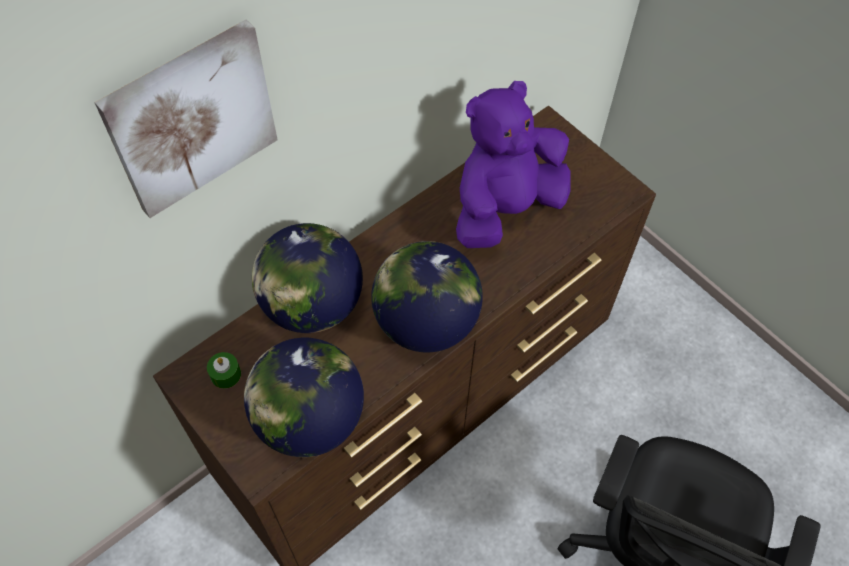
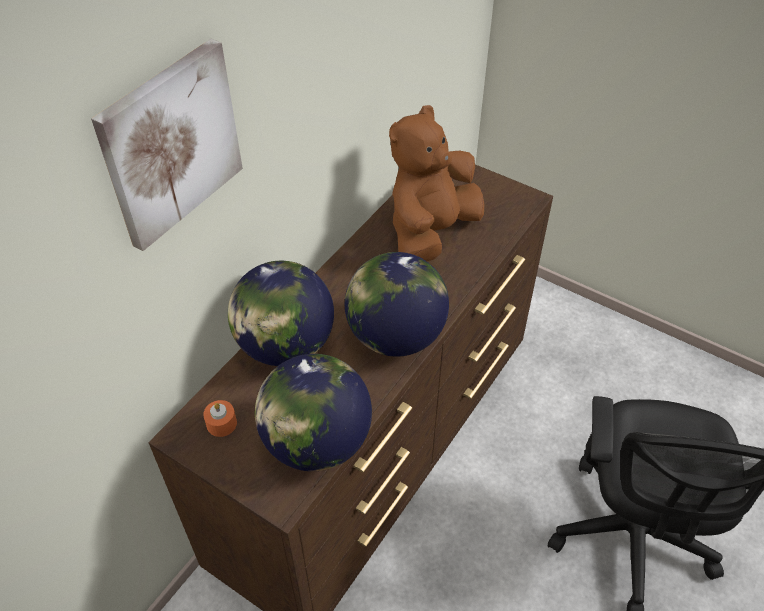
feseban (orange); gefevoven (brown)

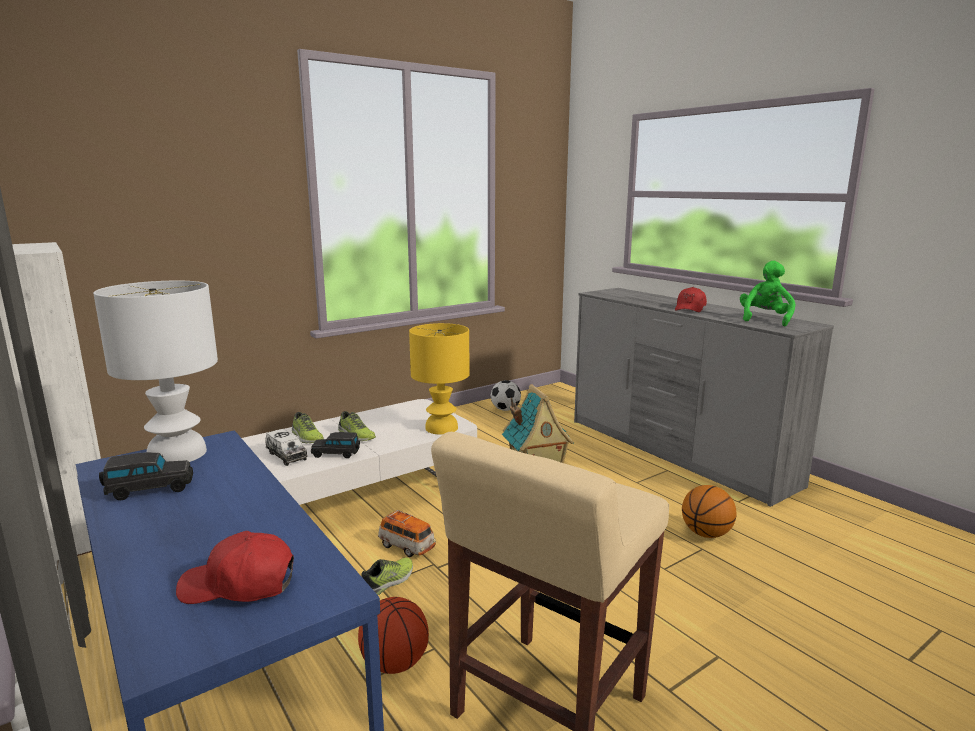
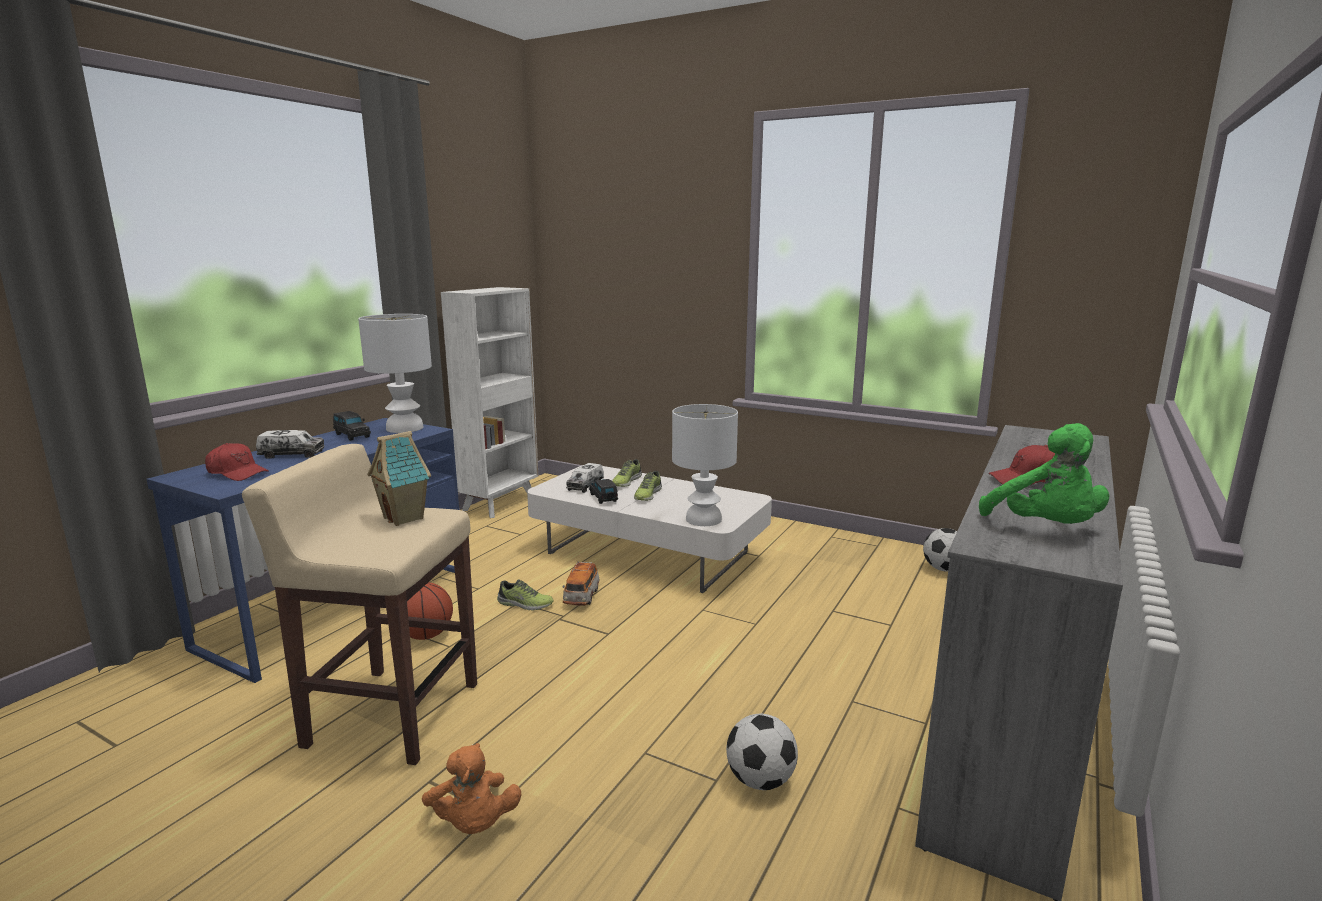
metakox (1st from left); gefevoven (orange); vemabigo (1st from left); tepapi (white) (2nd from left); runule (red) (1st from left); gefevoven (green)

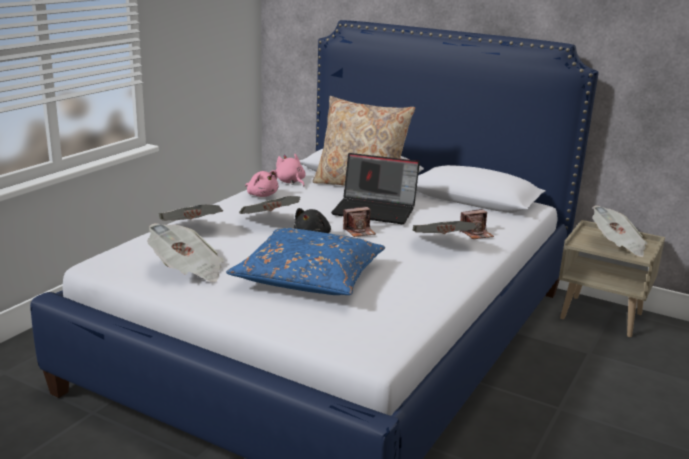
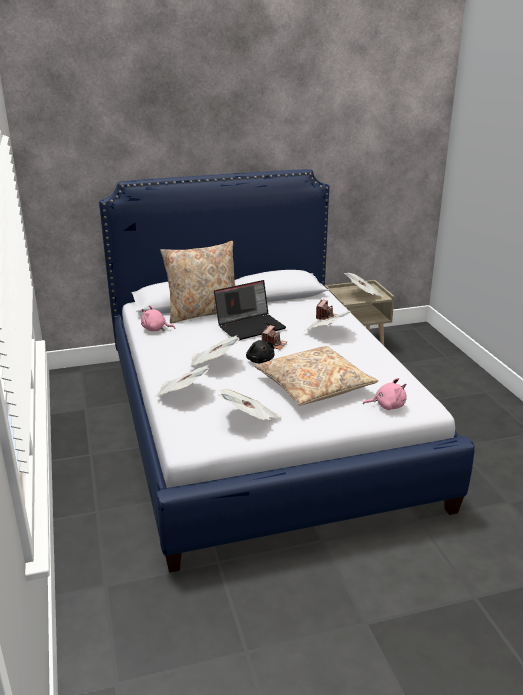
gefevoven (pink) (2nd from left); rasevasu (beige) (2nd from left)

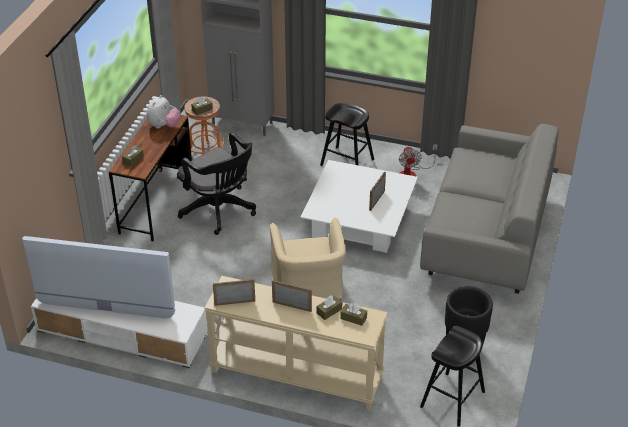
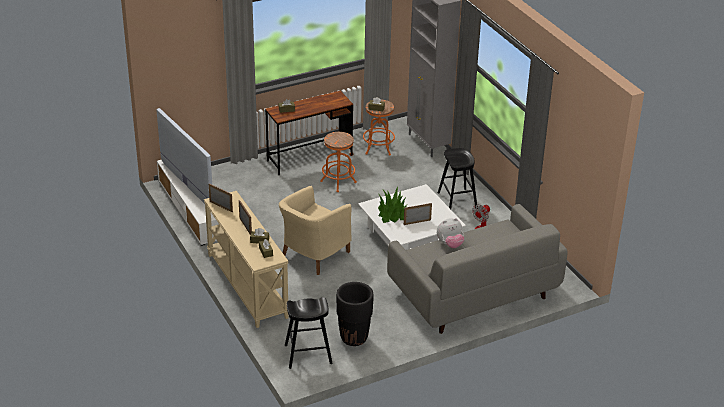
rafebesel; gefevoven; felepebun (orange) (1st from left)

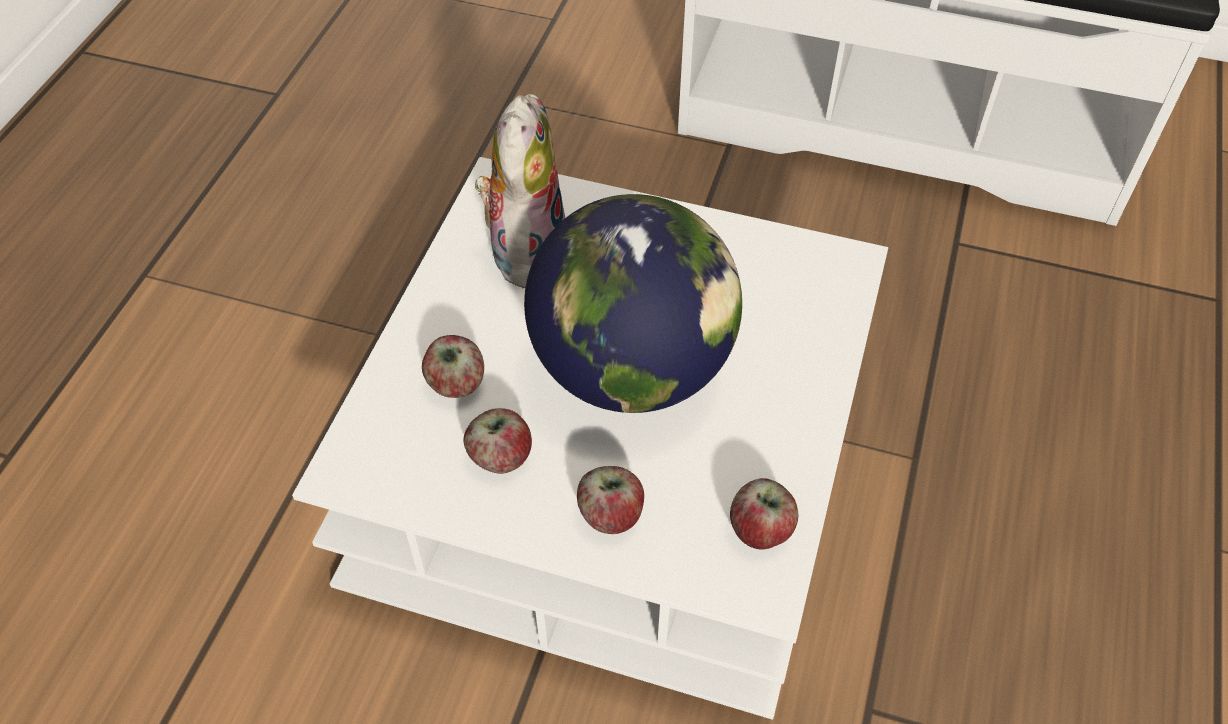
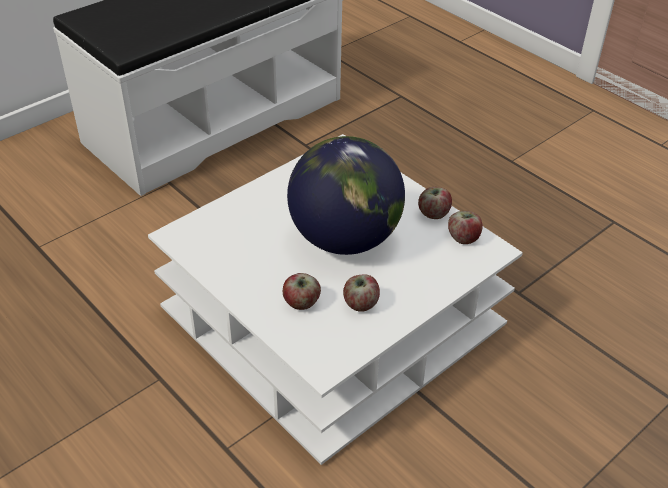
gefevoven; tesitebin (3rd from left)

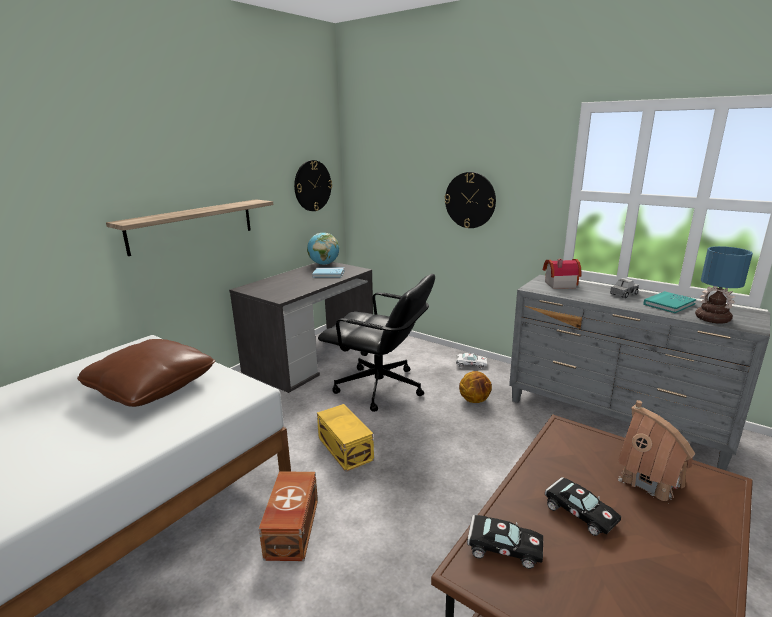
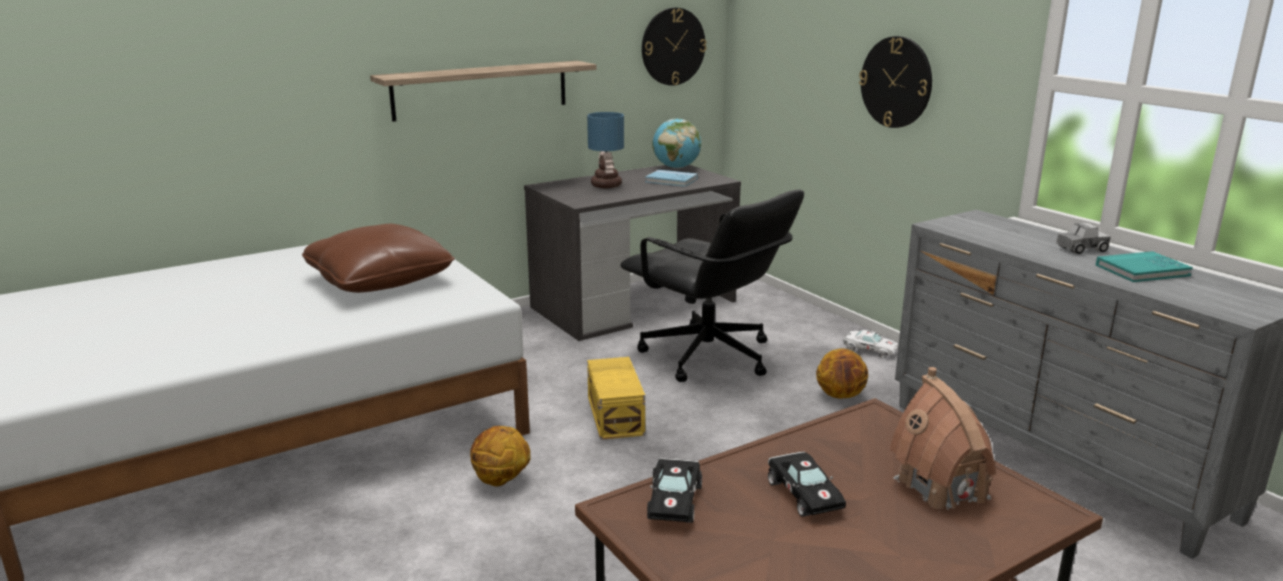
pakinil (1st from left in the first image); tepapi; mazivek (1st from left); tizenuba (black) (1st from left)

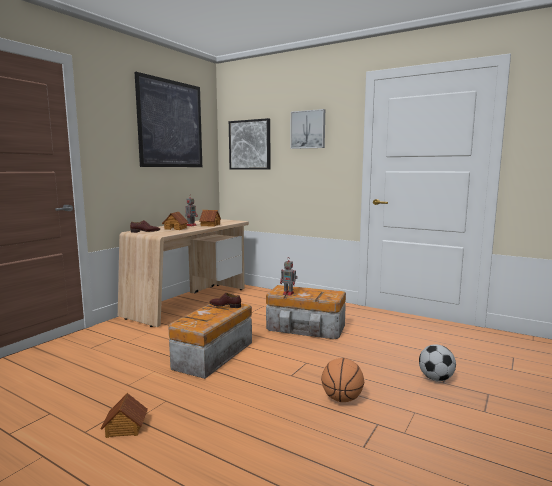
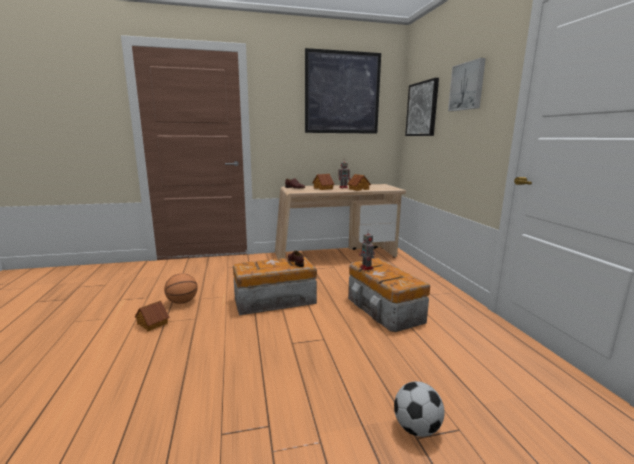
mazivek

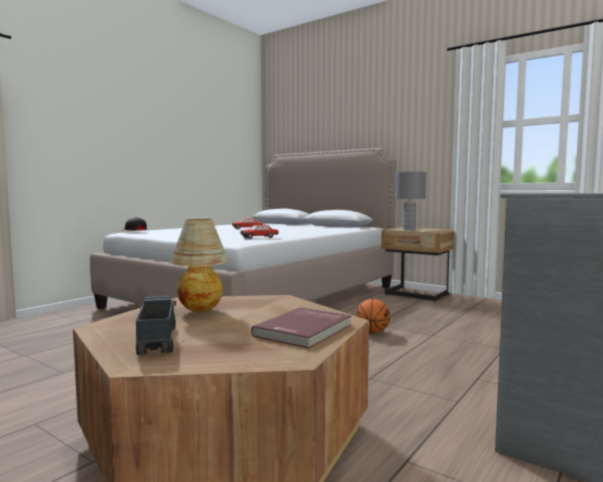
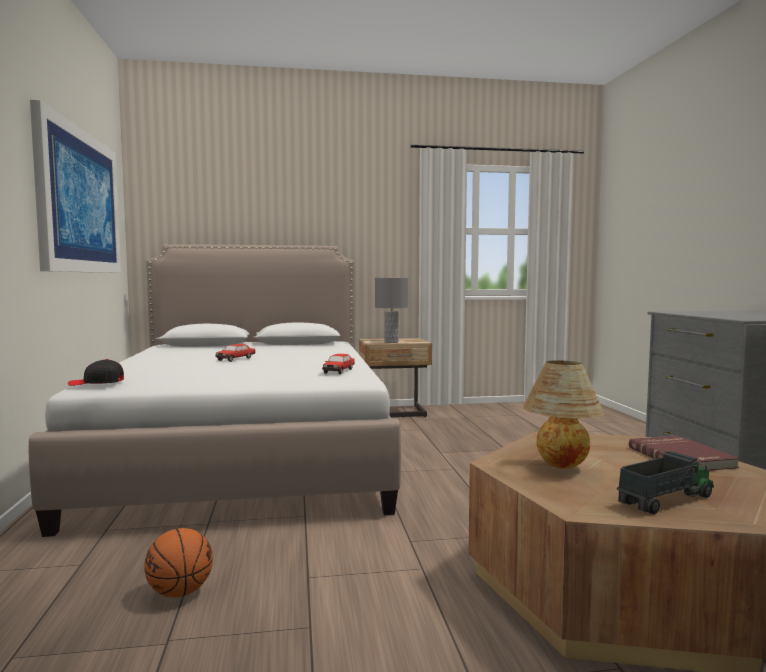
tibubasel; mazivek; metakox

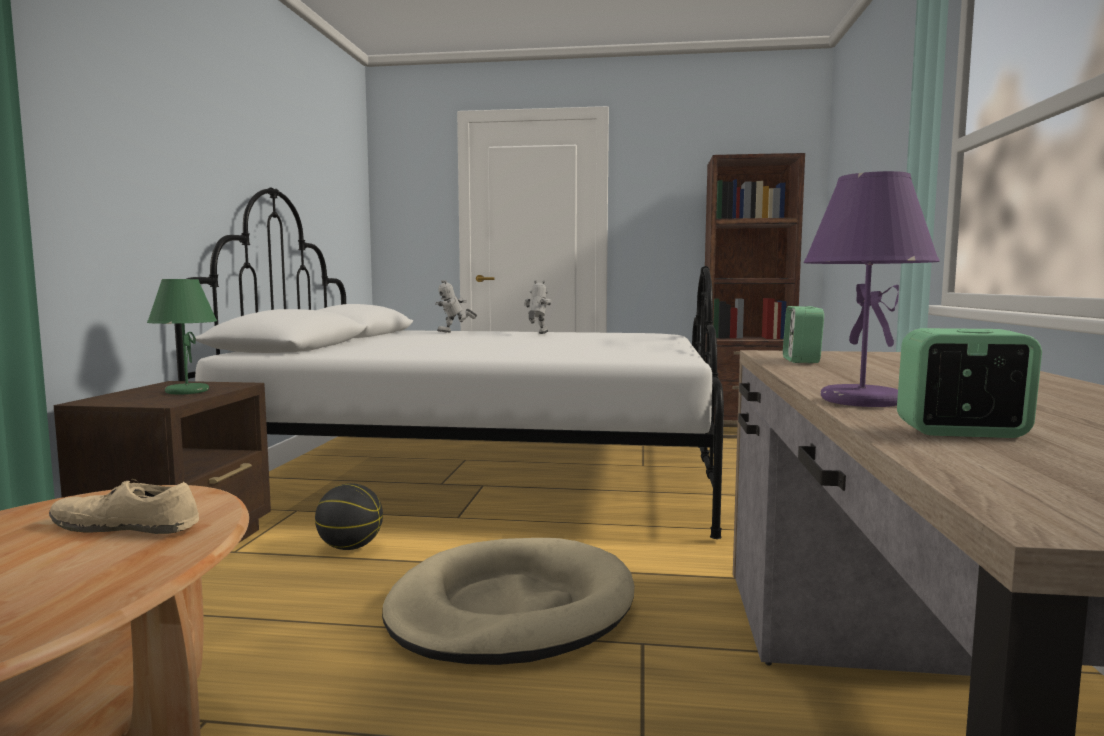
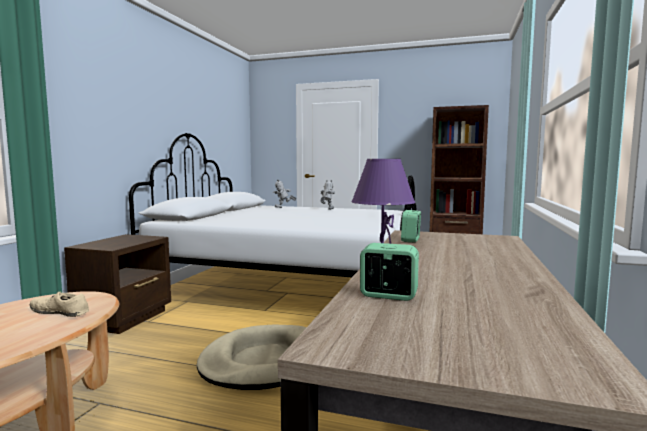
tepapi (green); mazivek

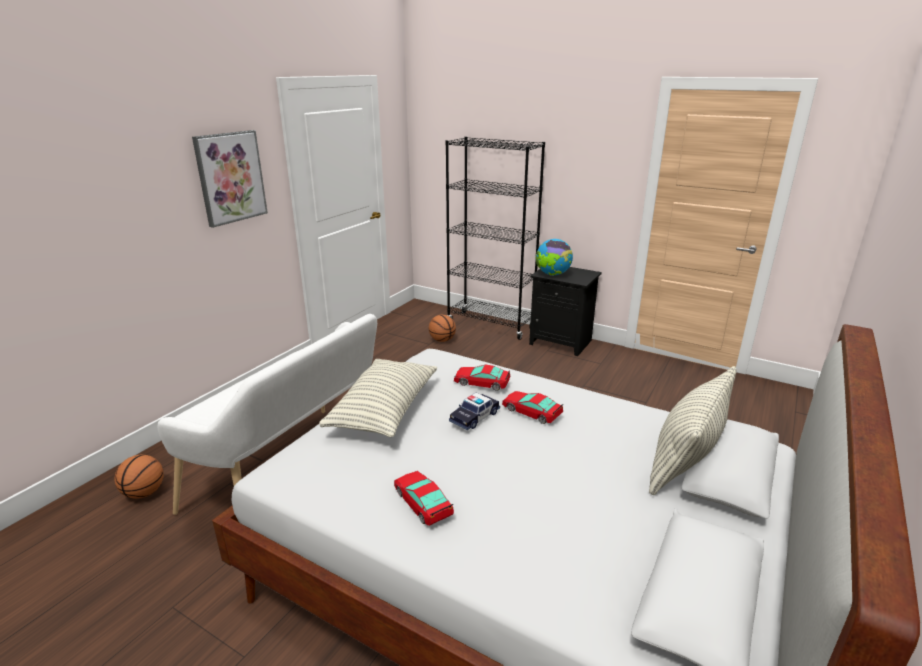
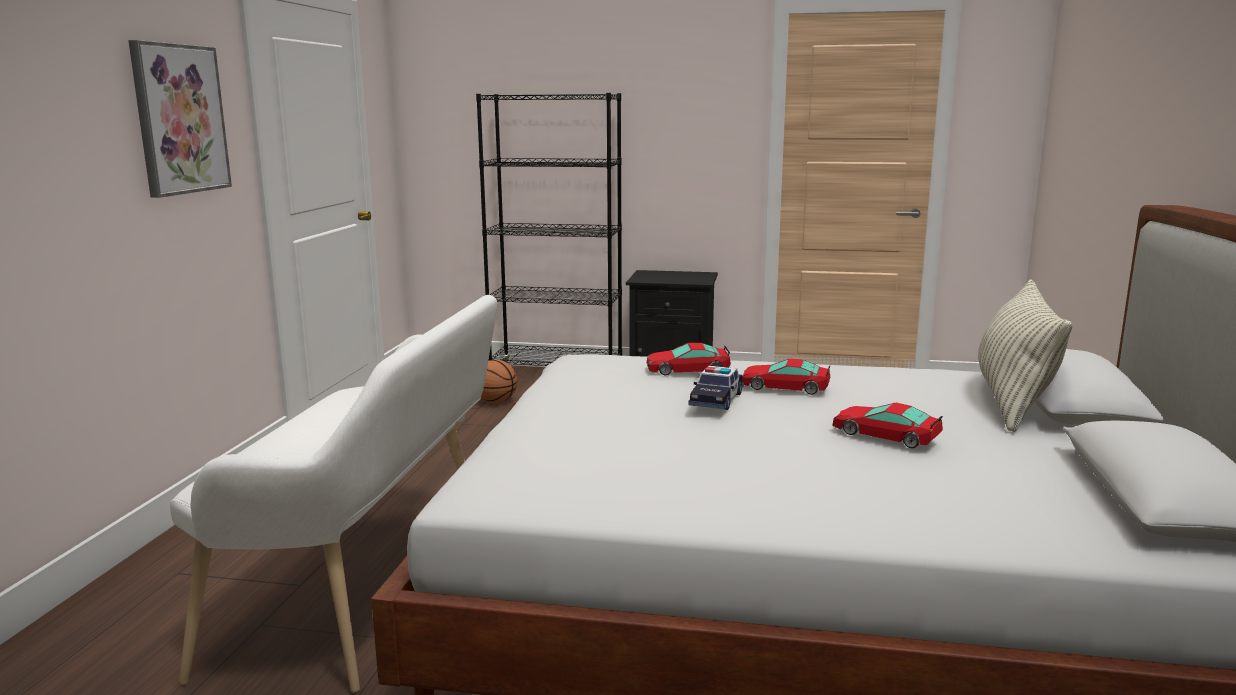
mazivek (1st from left in the first image); rasevasu (1st from left in the first image); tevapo; tizenuba (4th from left)

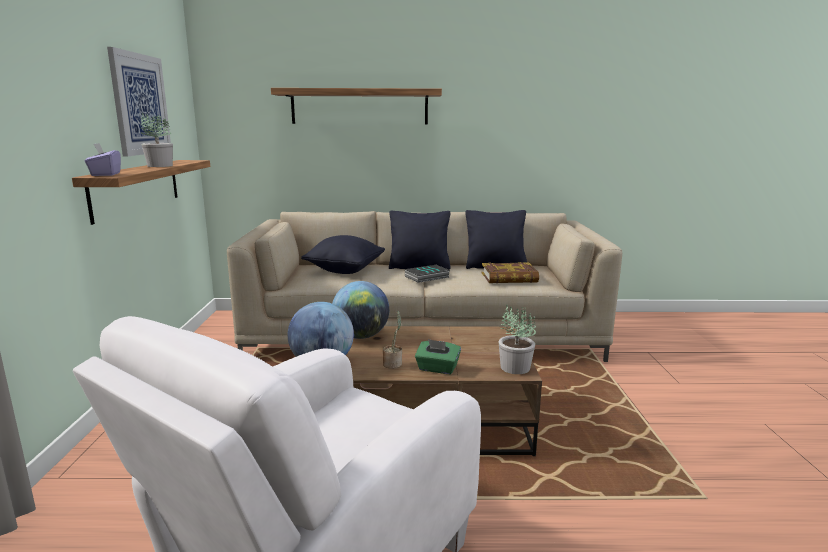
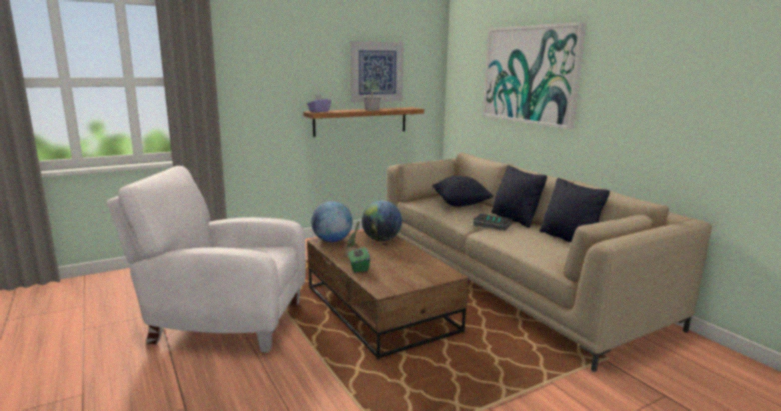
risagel (2nd from left in the first image); rafebesel (3rd from left in the first image); tibubasel (2nd from left)

